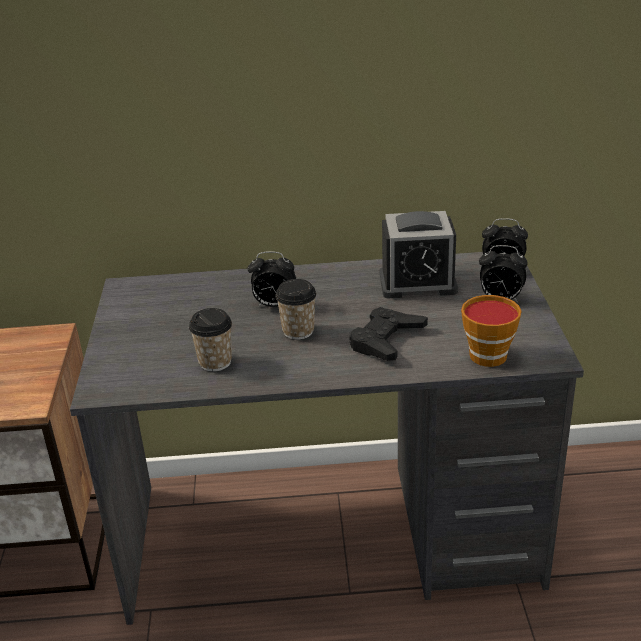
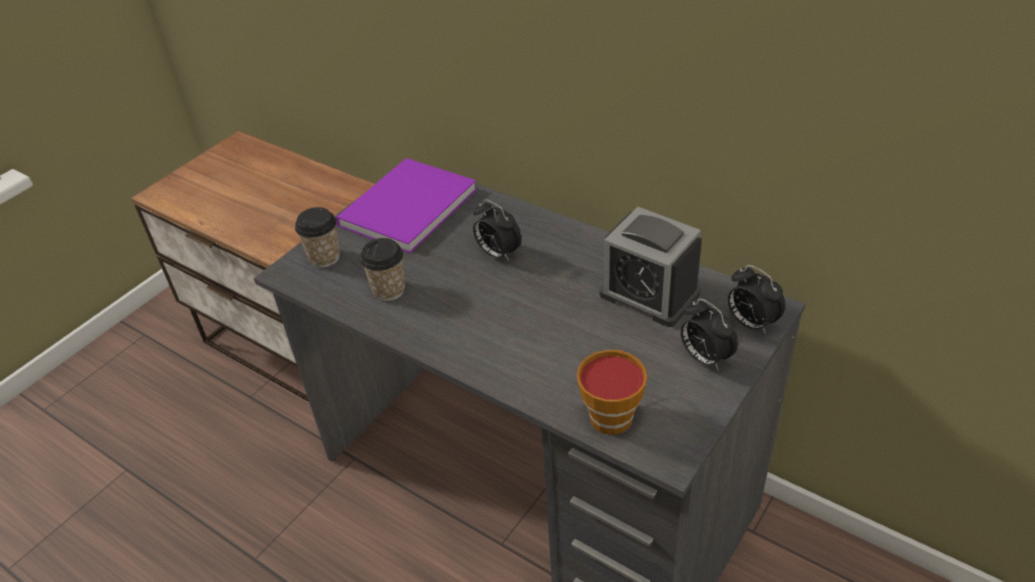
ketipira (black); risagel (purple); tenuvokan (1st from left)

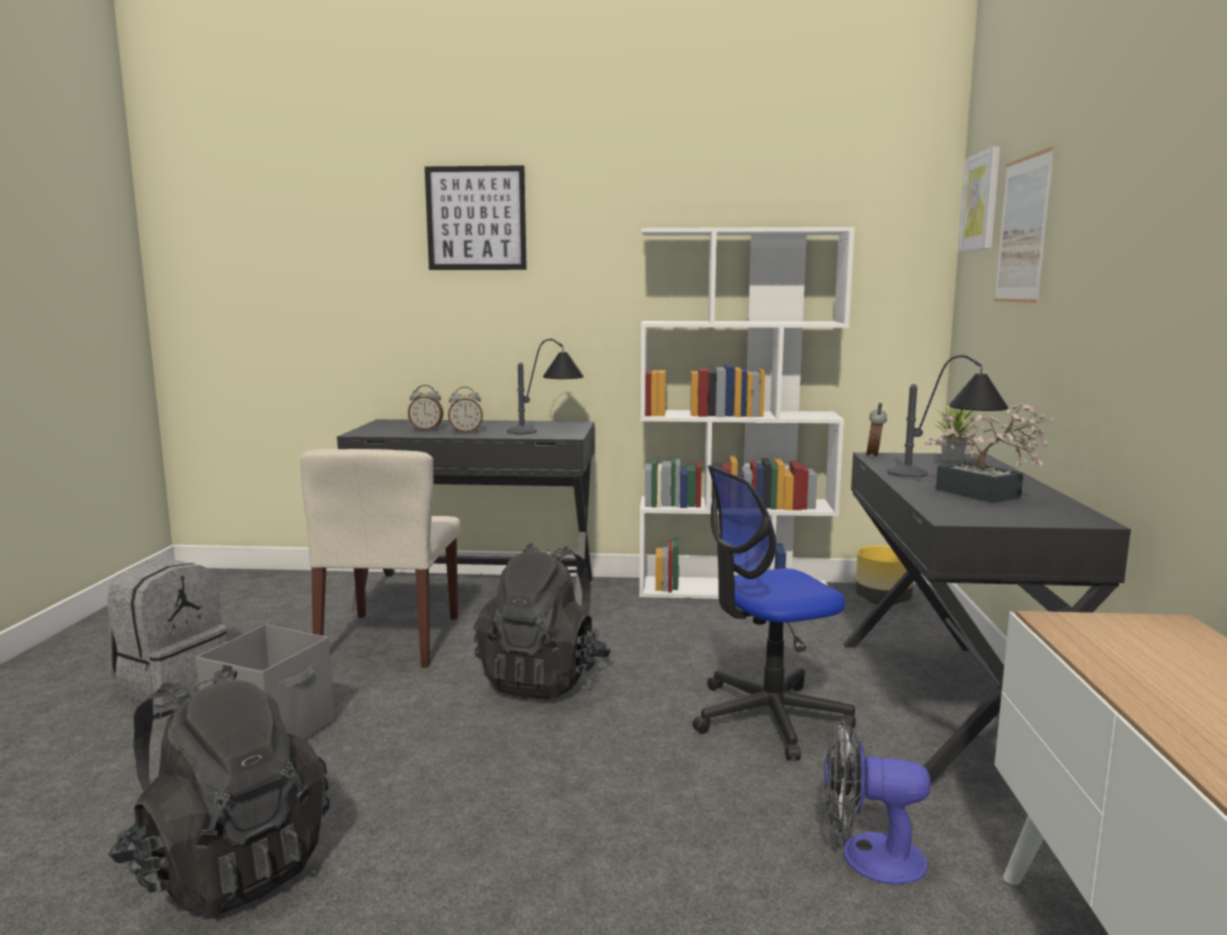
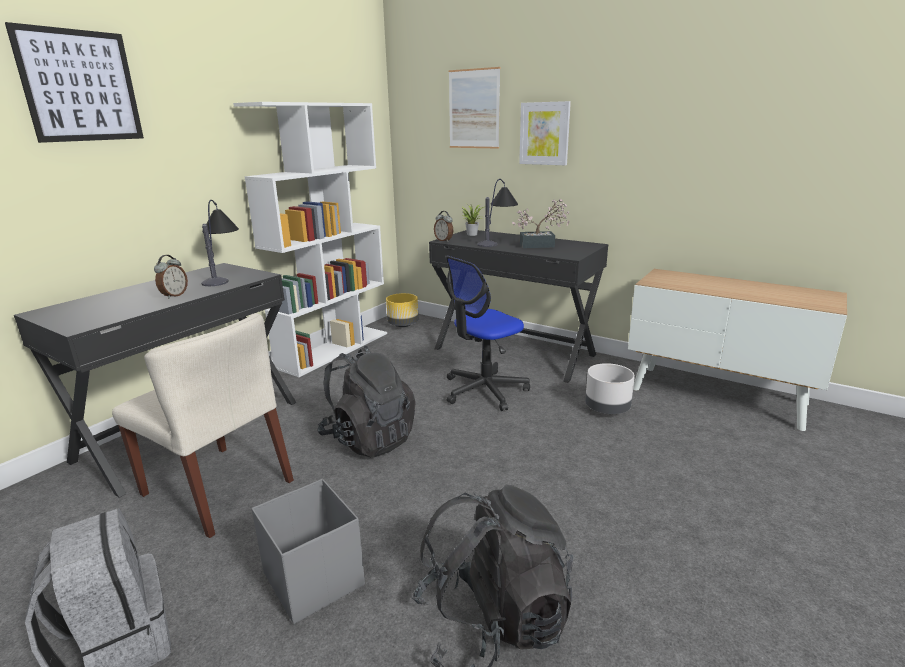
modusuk (1st from left in the first image); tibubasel (3rd from left); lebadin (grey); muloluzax

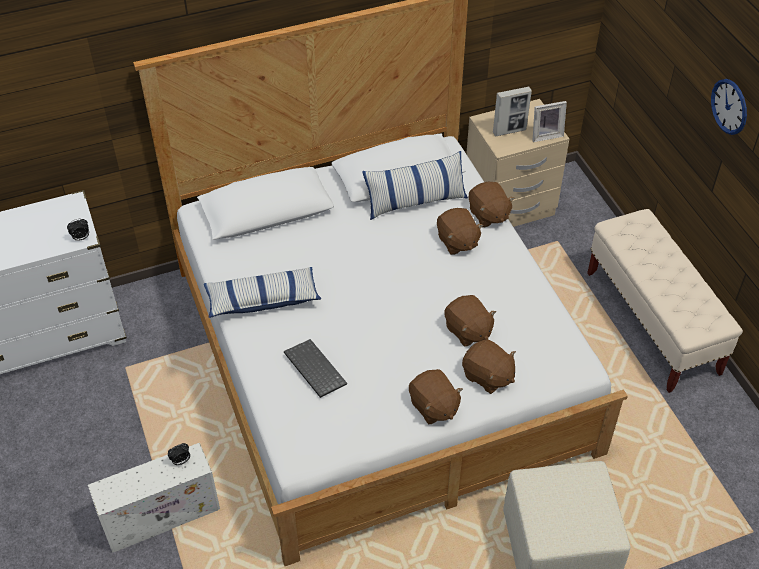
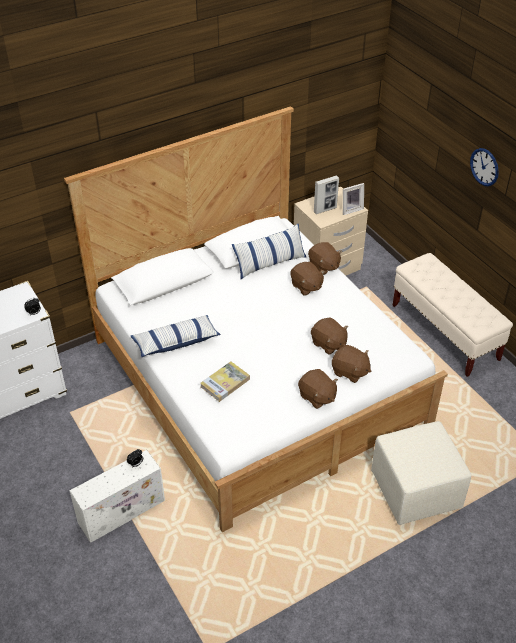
risagel

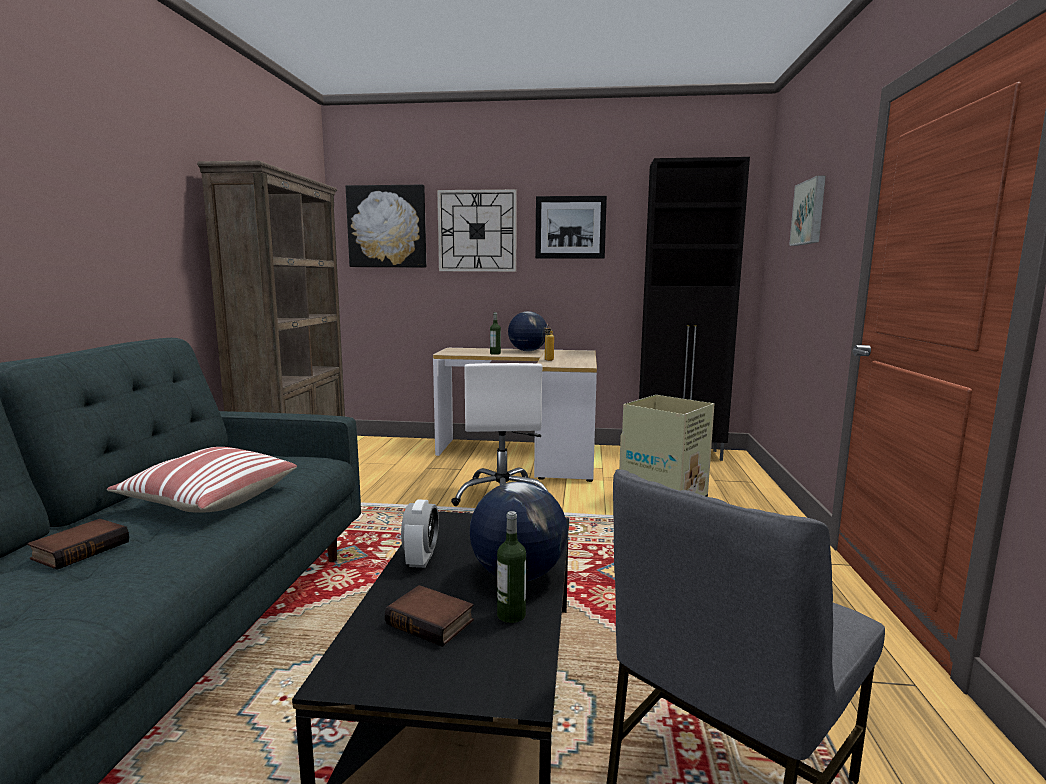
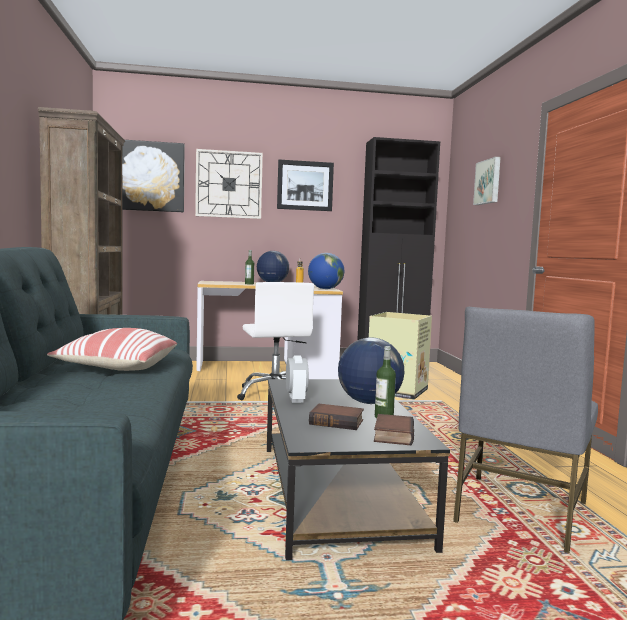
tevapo (2nd from left); risagel (2nd from left)

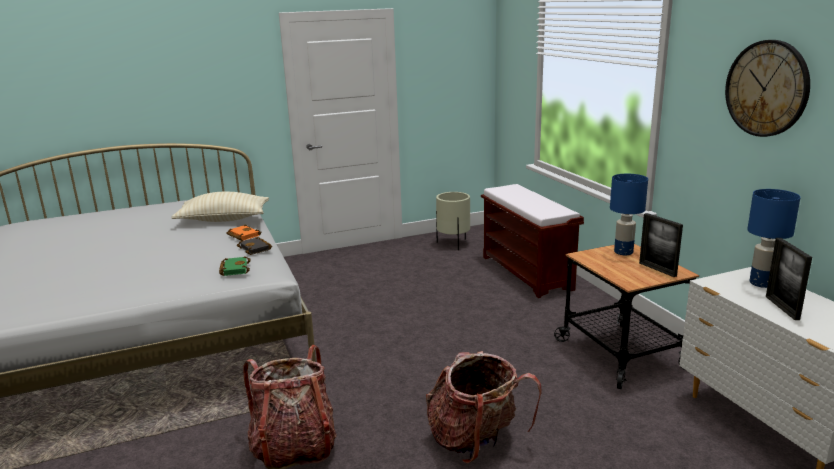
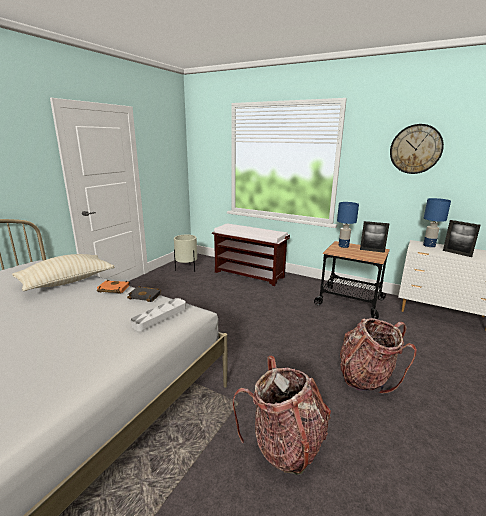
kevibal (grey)

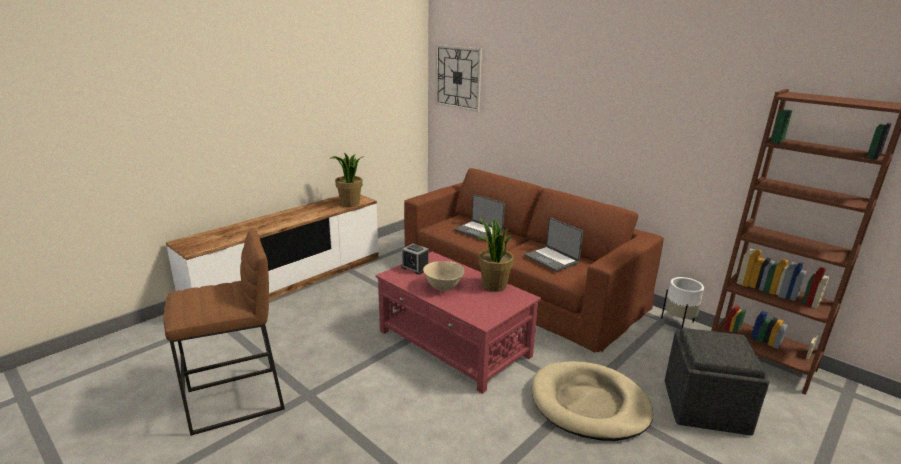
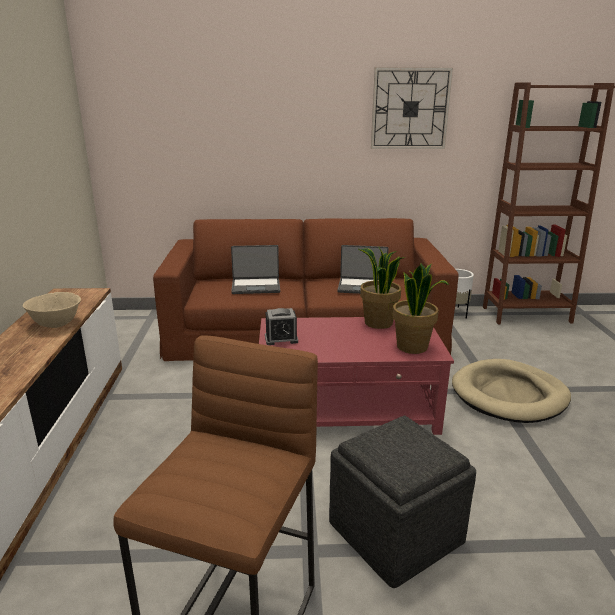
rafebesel (2nd from left); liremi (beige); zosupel; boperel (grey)

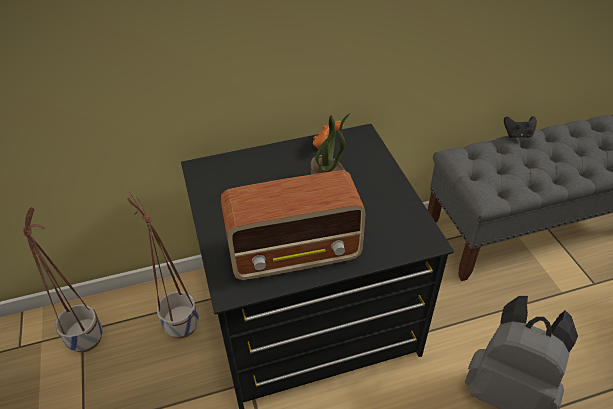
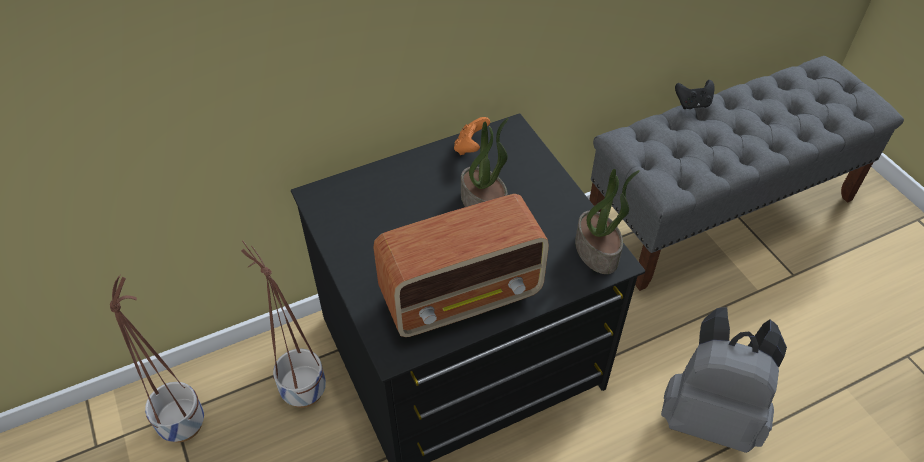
rafebesel (2nd from left)

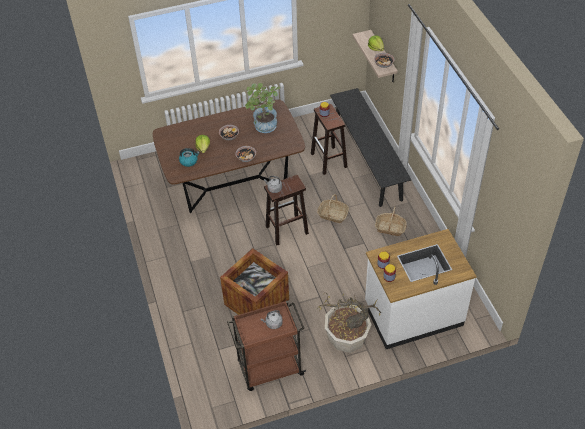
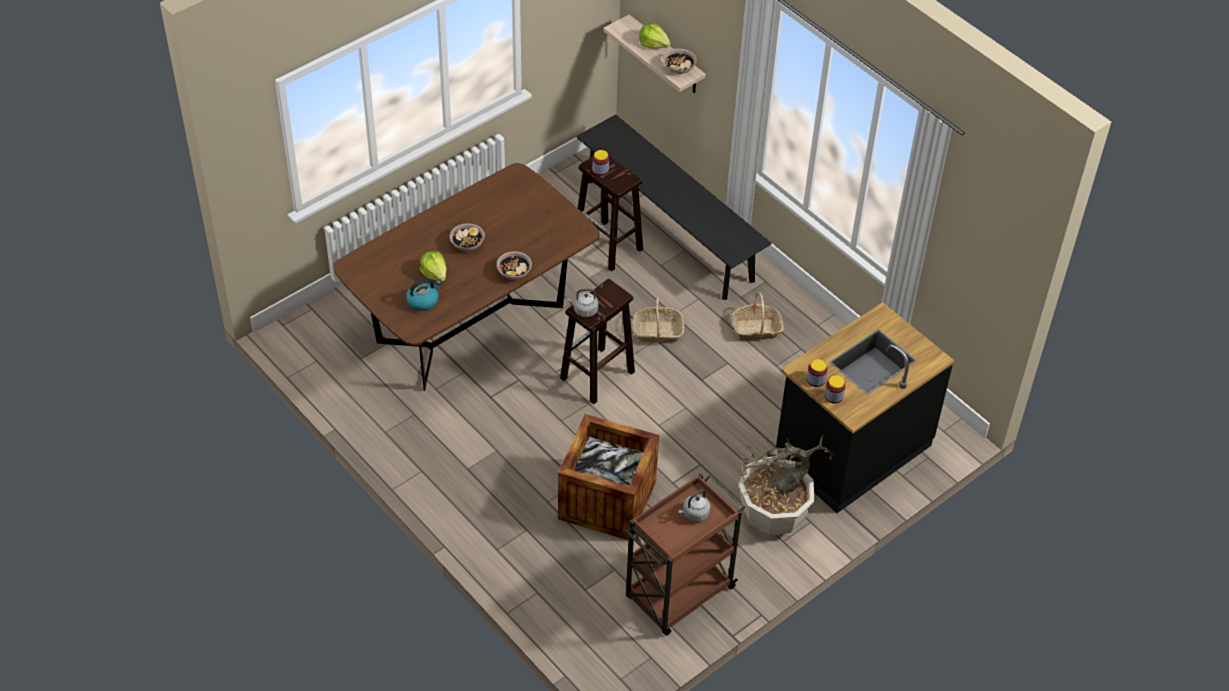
rafebesel (1st from left in the first image); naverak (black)

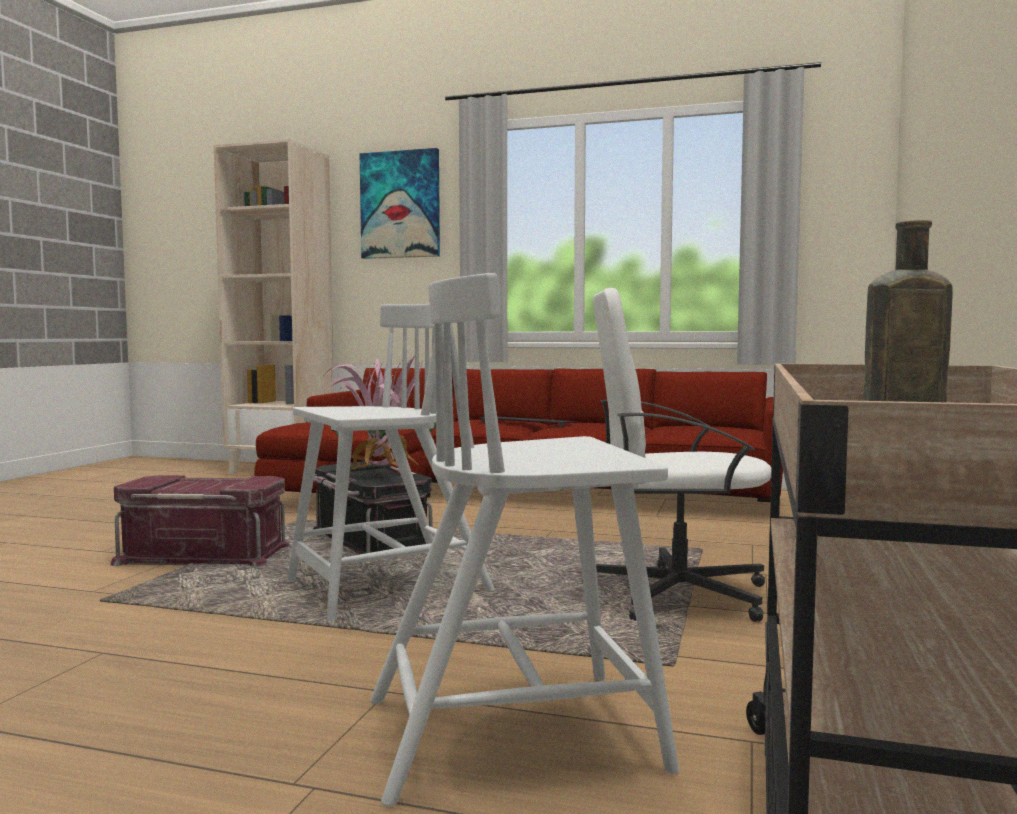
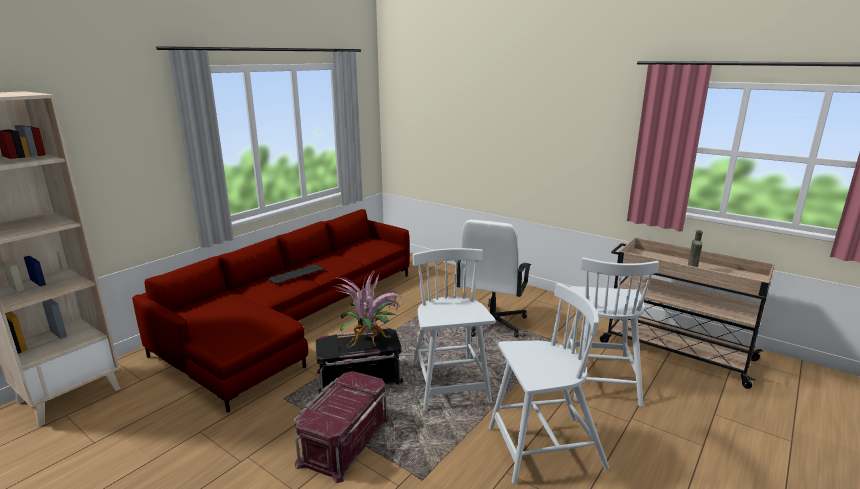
tibubasel; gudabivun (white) (2nd from left)

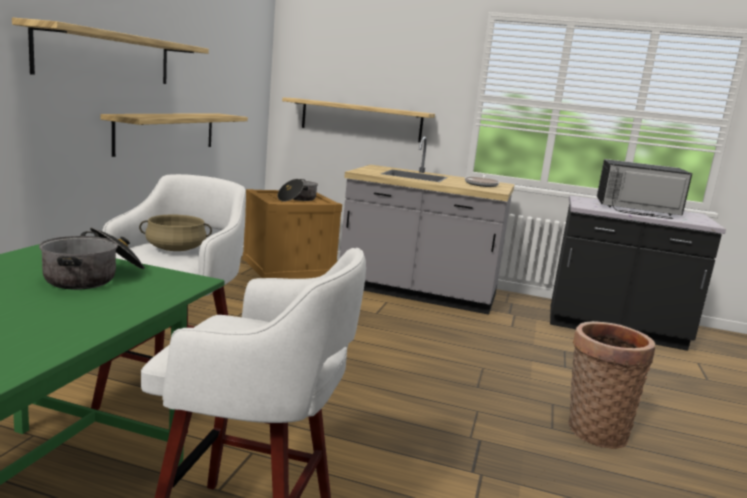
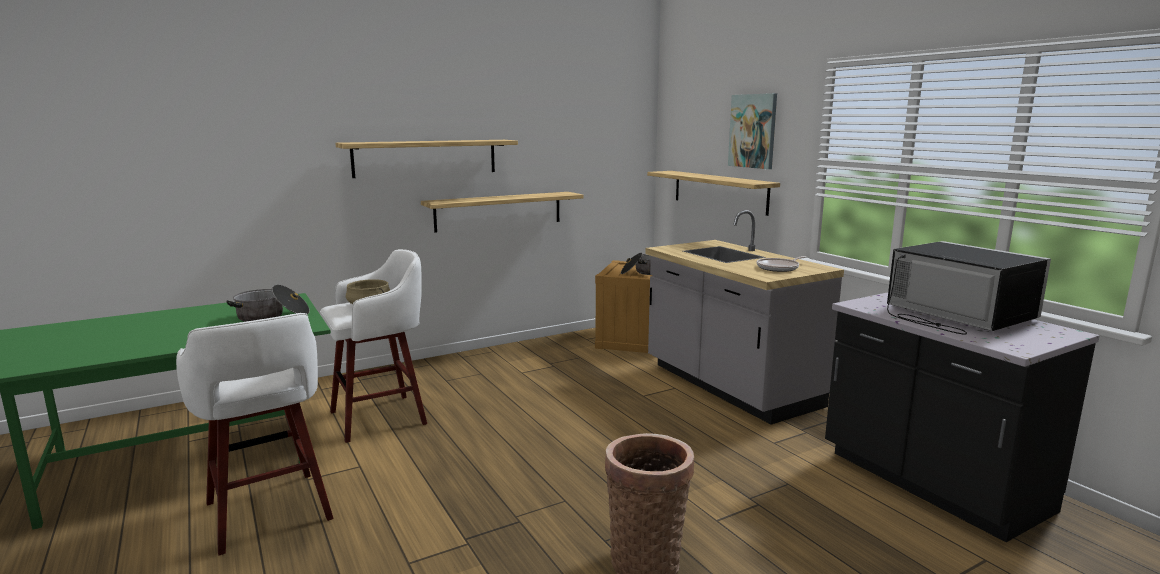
tibubasel

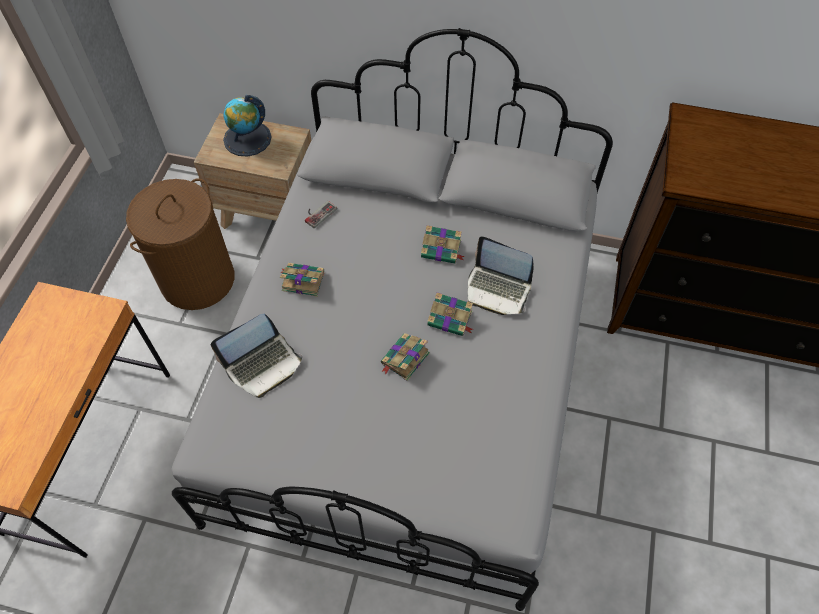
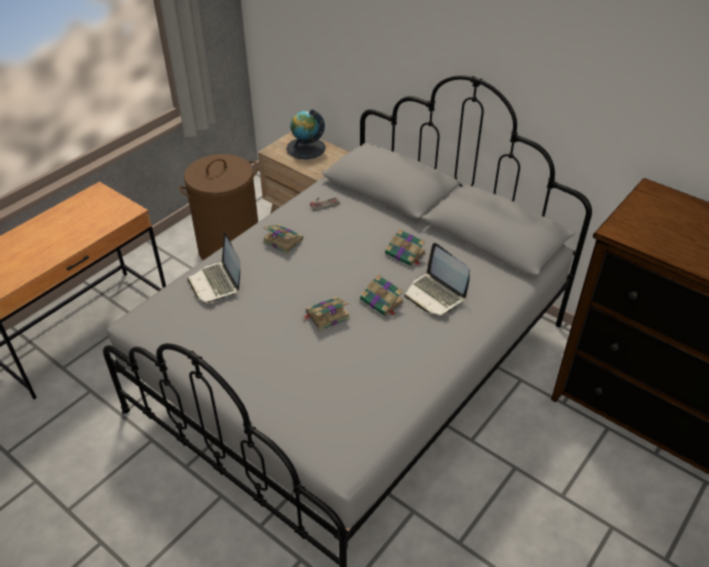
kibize (1st from left)

